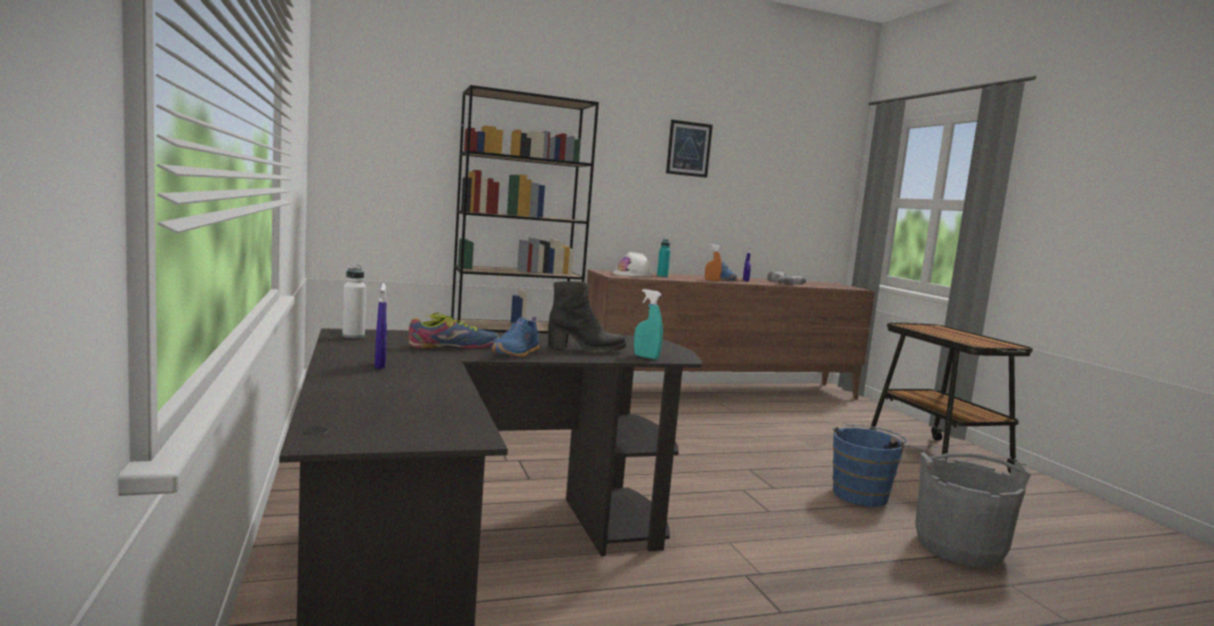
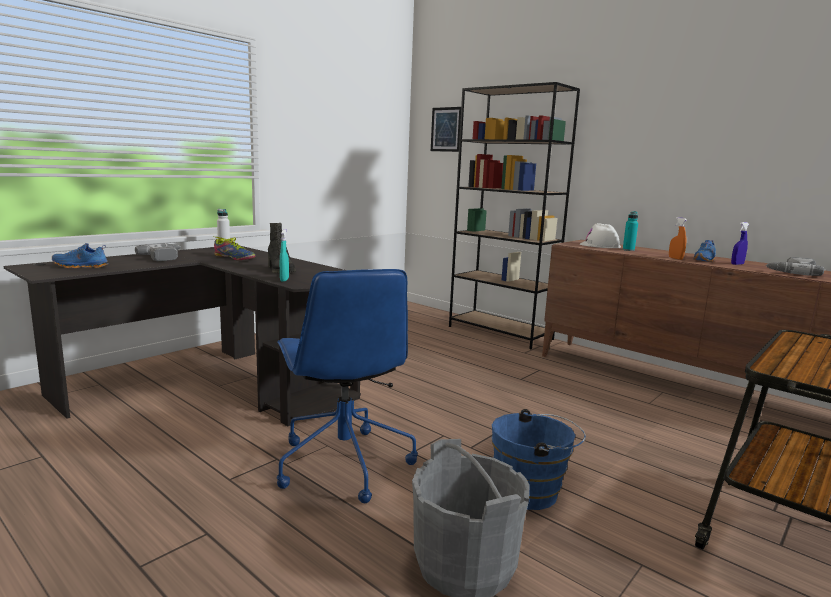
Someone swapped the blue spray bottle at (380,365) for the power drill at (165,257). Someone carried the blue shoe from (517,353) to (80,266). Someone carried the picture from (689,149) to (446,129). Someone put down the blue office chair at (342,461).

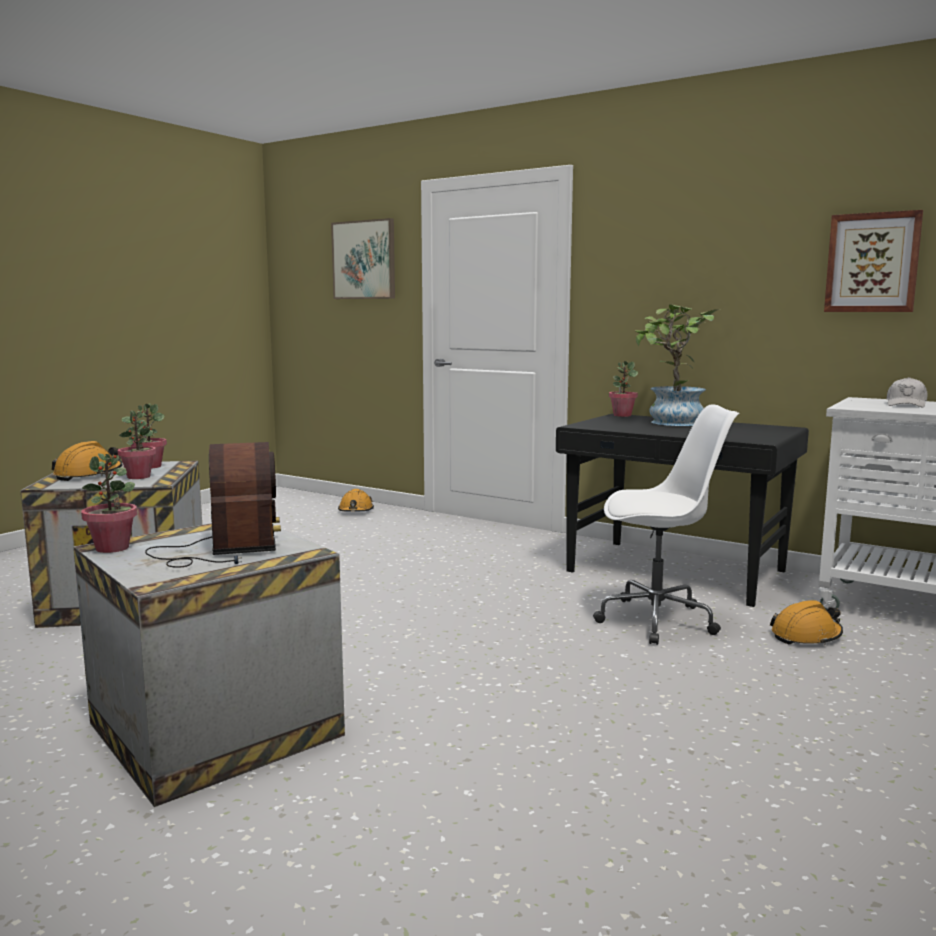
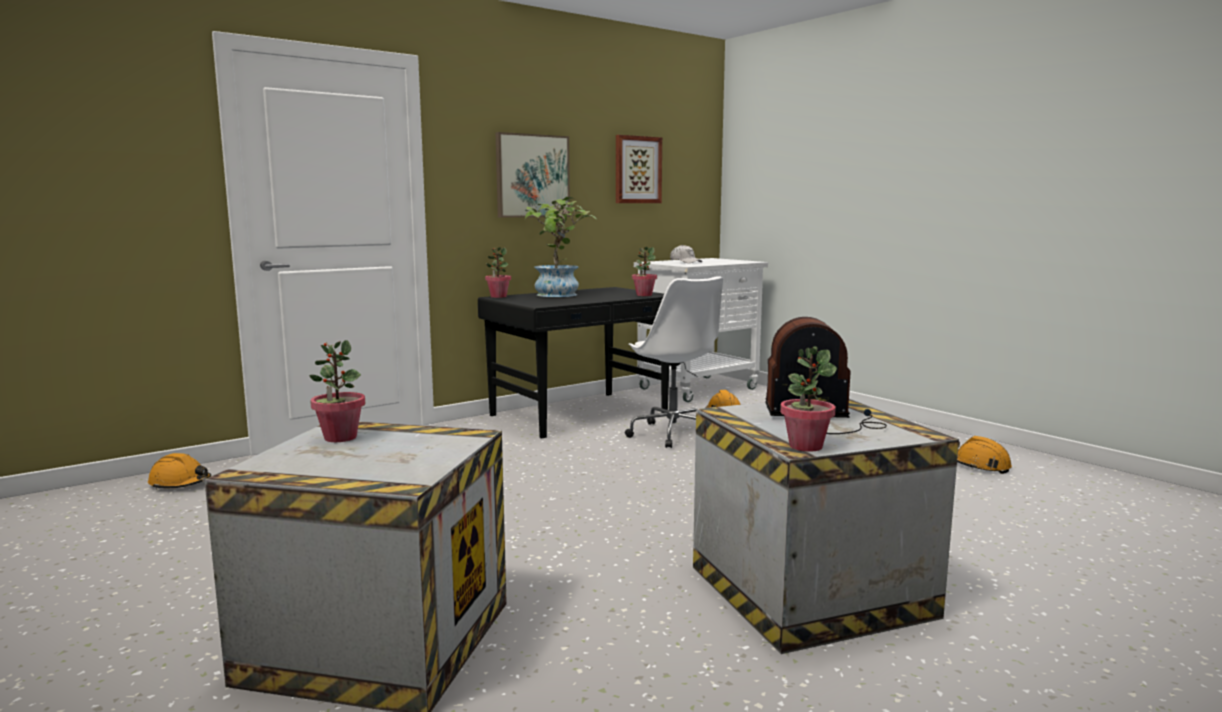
Someone carried the orange hard hat from (89,474) to (979,465). Someone carried the potted plant from (139,477) to (644,295). Someone carried the picture from (364,260) to (532,176). Someone rotated the white office chair at (659,621) by 135 degrees clockwise.

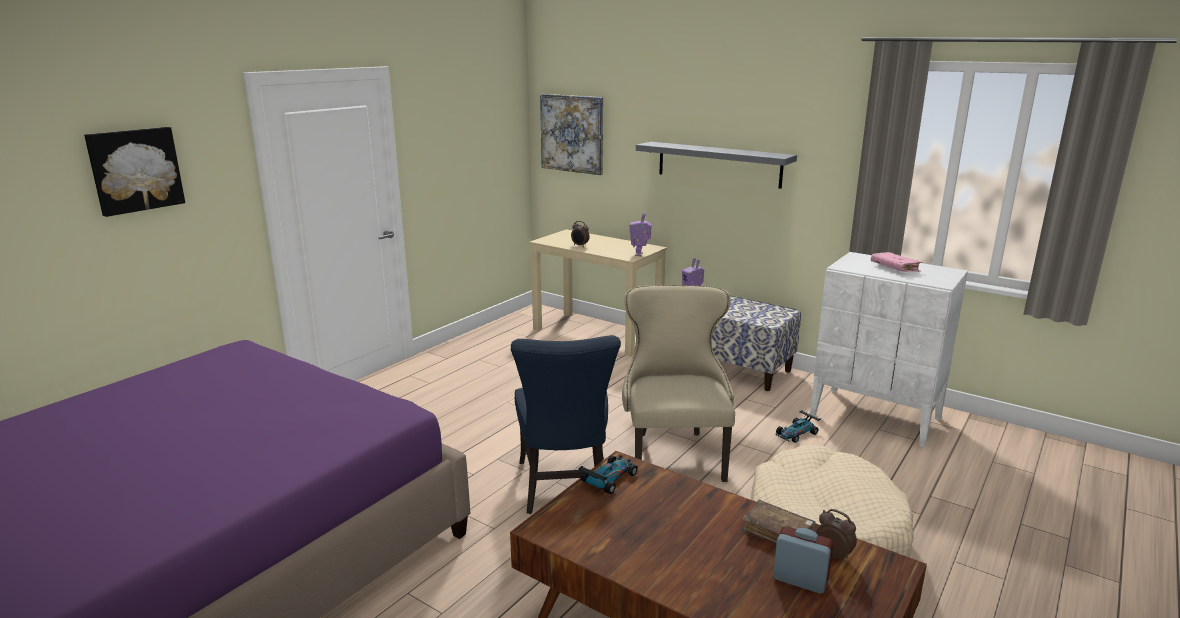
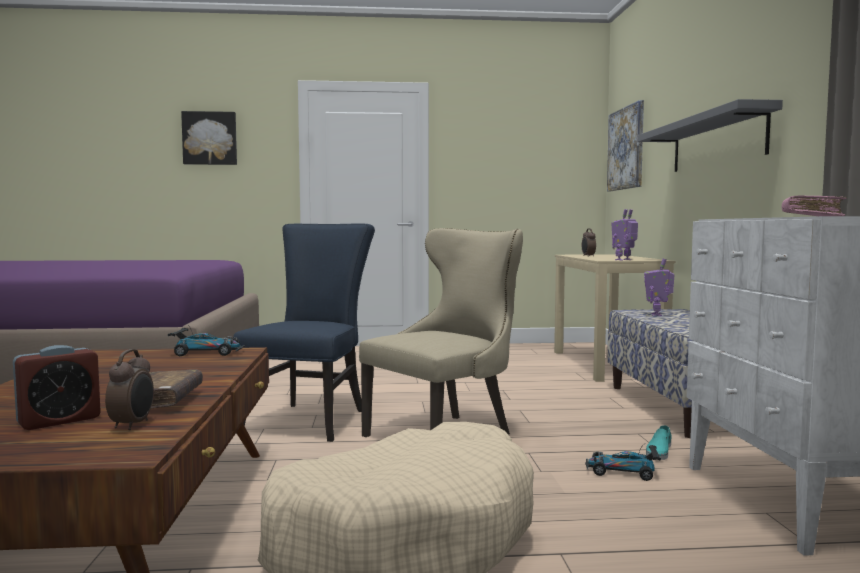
Someone rotated the blue chair at (564,488) by 150 degrees clockwise. Someone rotated the alarm clock at (800,580) by 60 degrees clockwise. Someone put down the turquoise shoe at (659,451).

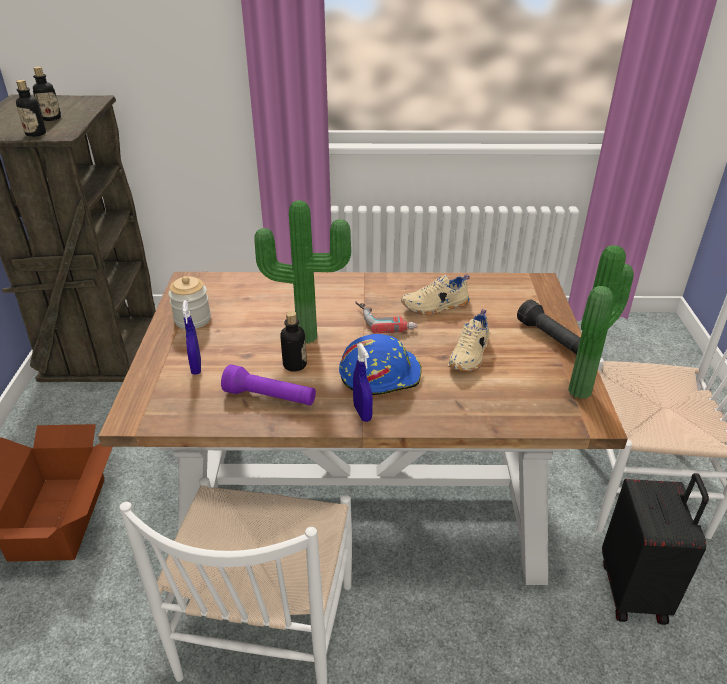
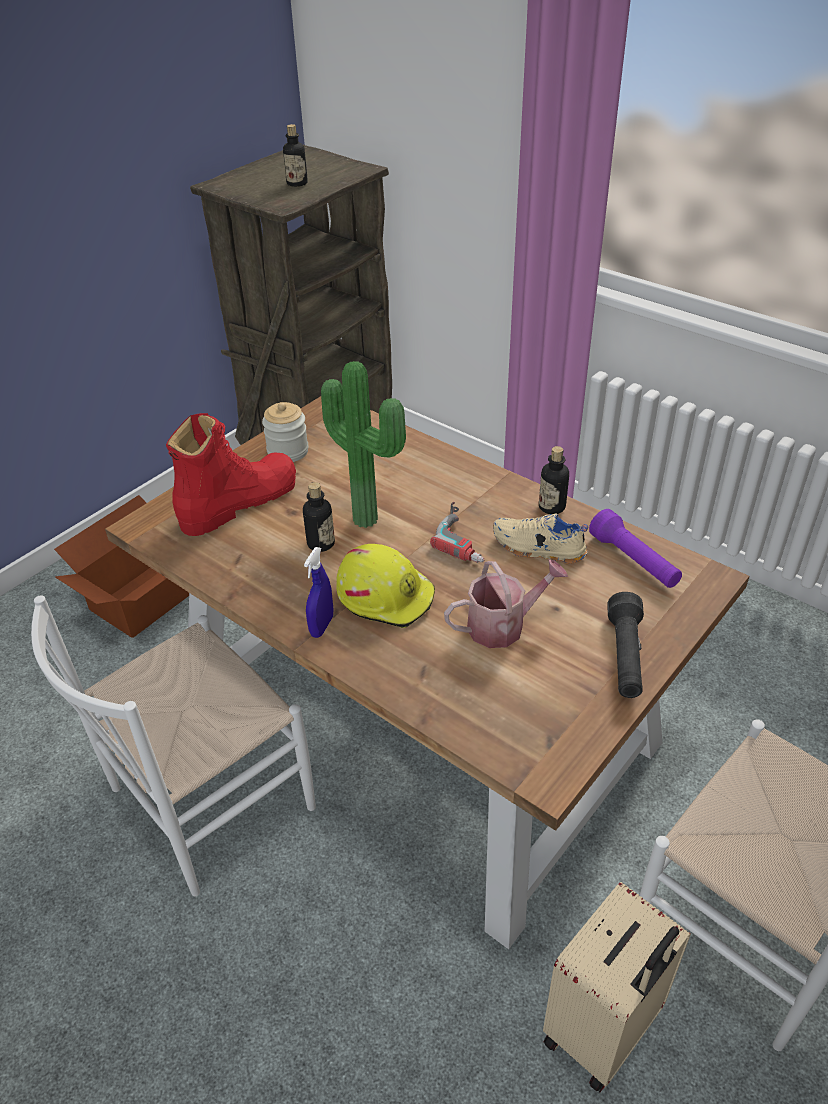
Someone carried the bottle from (36,134) to (552,507). Someone swapped the blue spray bottle at (196,367) for the red boot at (238,502). Someone carried the purple flashlight from (270,397) to (634,561). Someone repainted the blue hard hat at (380,374), which became the yellow hard hat at (386,595). Someone swapped the beige shoe at (470,356) for the watering can at (503,625). Someone took away the potted plant at (584,392). Someone repainted the black suitcase at (635,591), which became the beige suitcase at (603,1030).

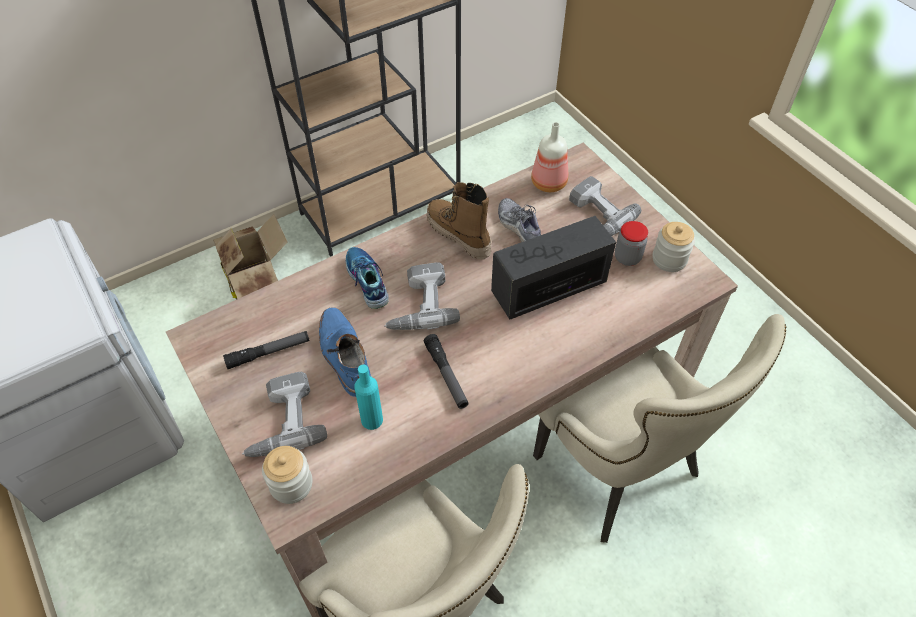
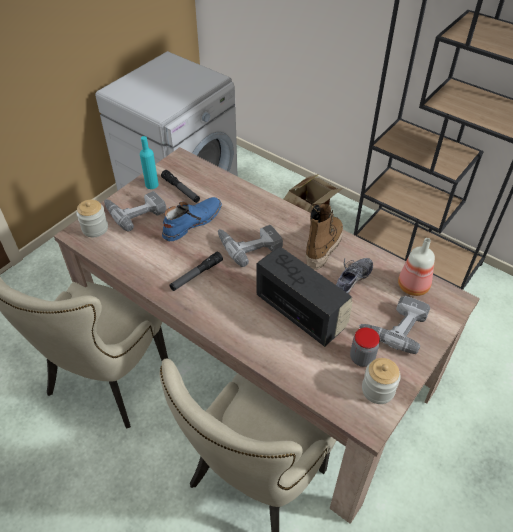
Someone took away the shoe at (366,281). Someone carried the turquoise bottle from (372,420) to (152,185).

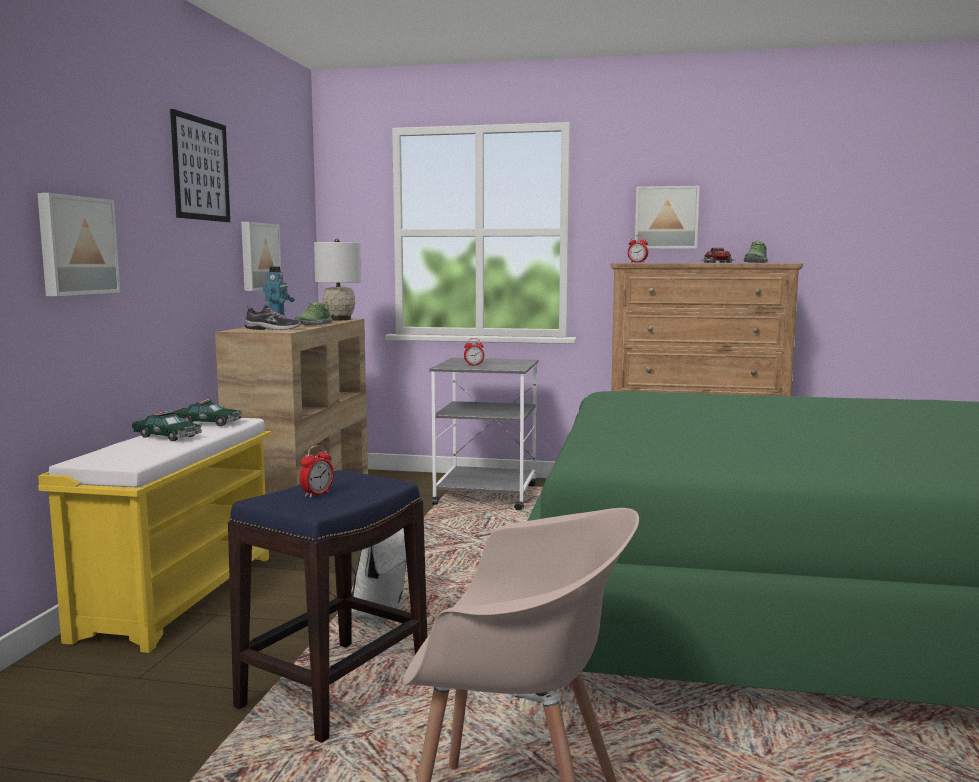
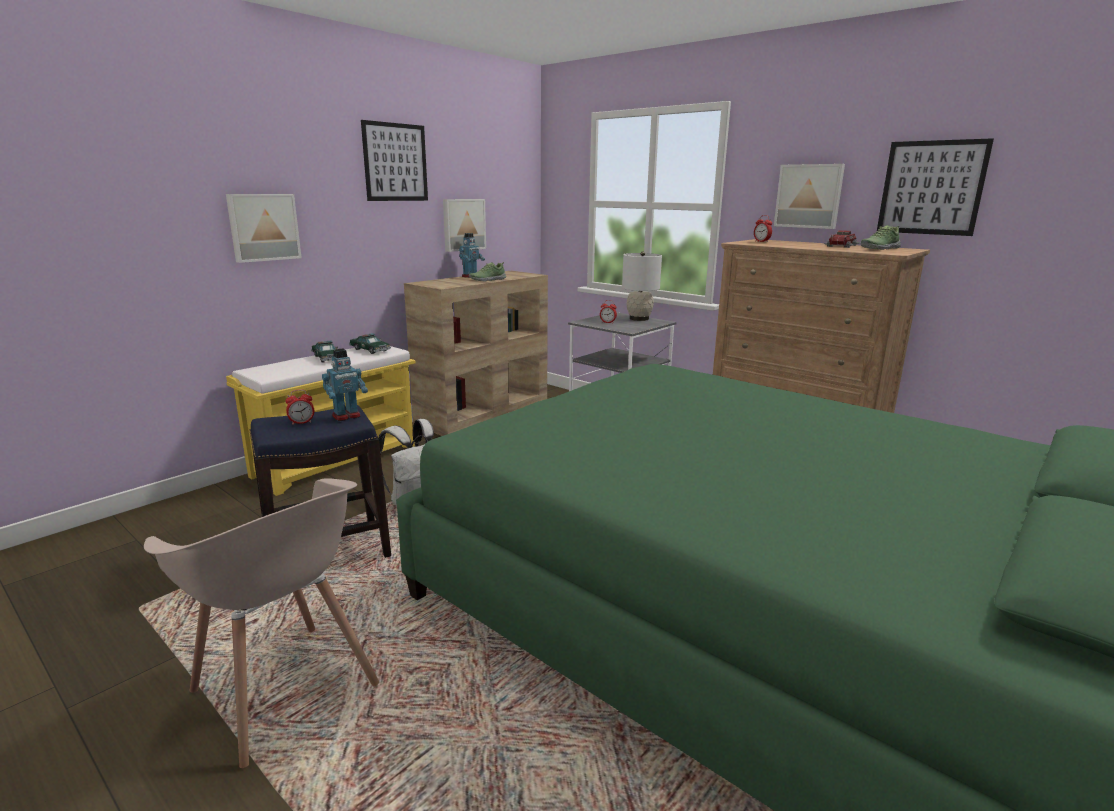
Someone took away the shoe at (272,329). Someone carried the white table lamp from (339,319) to (639,319). Someone put down the toy robot at (347,416). Someone put up the picture at (931,188).

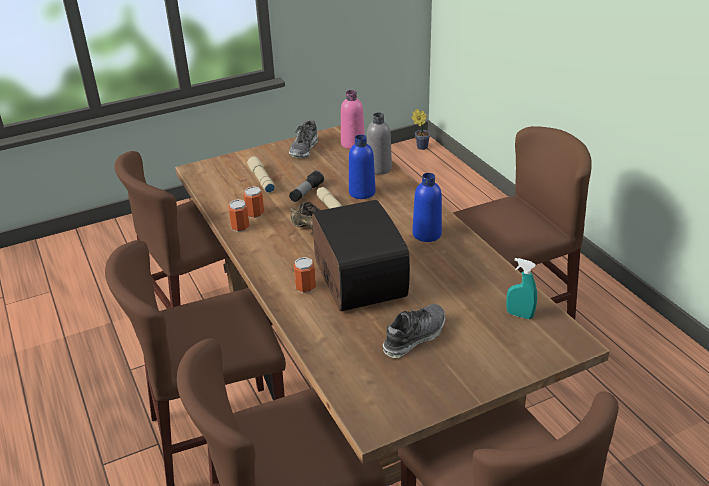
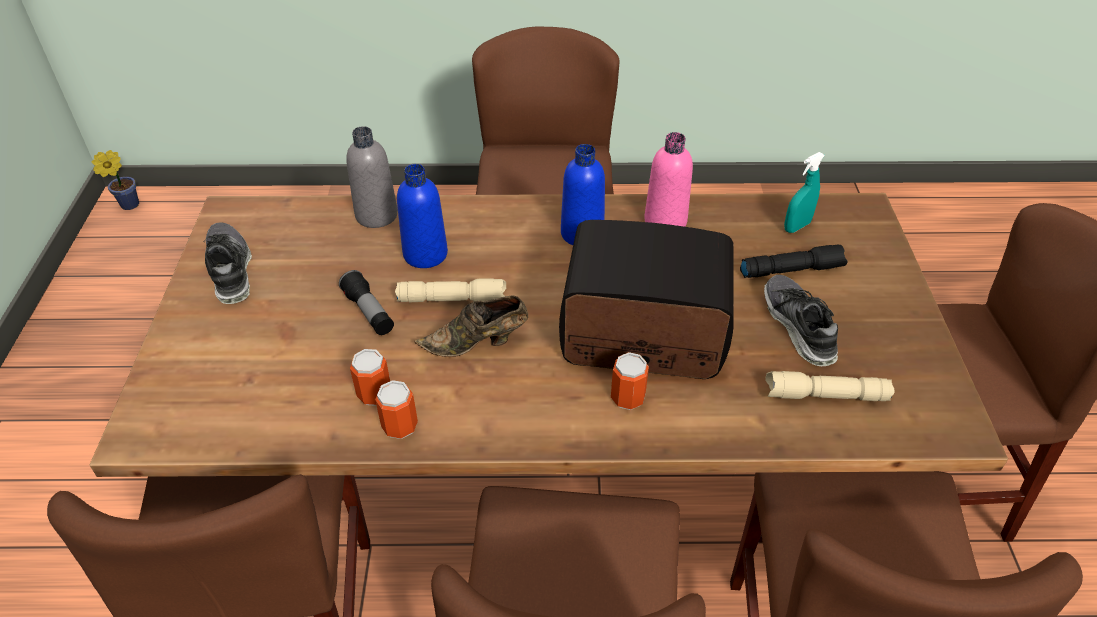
Someone carried the beige flashlight from (261,180) to (824,396). Someone rotated the shoe at (304,149) by 150 degrees counterclockwise. Someone carried the pink bottle from (353,144) to (665,221). Someone put down the black flashlight at (791,269).

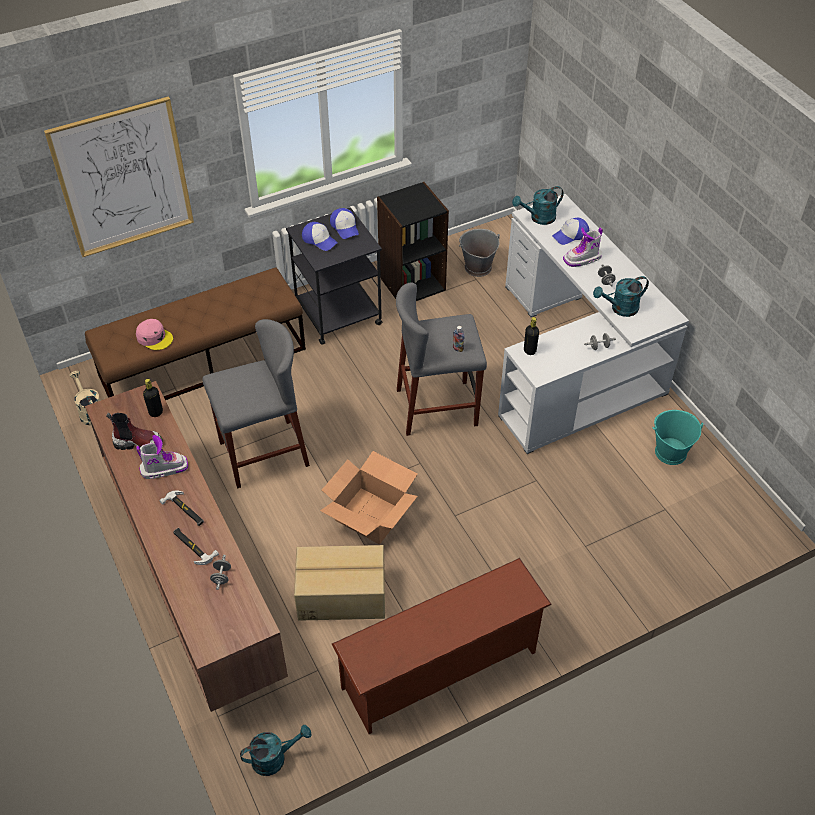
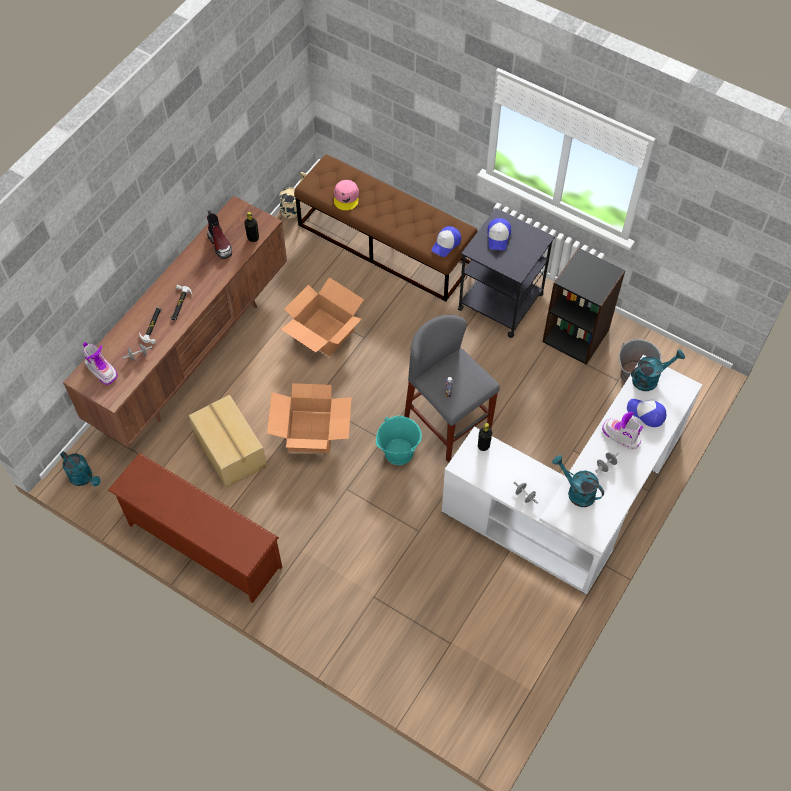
Someone took away the picture at (123,178). Someone carried the boot from (164,468) to (101,370). Someone swapped the grey stool at (263,454) for the cardboard box at (324,332). Someone carried the cap from (345,227) to (446,244). Someone rotated the turquoise watering can at (538,218) by 120 degrees clockwise. Someone carried the turquoise bucket from (670,452) to (398,452).

